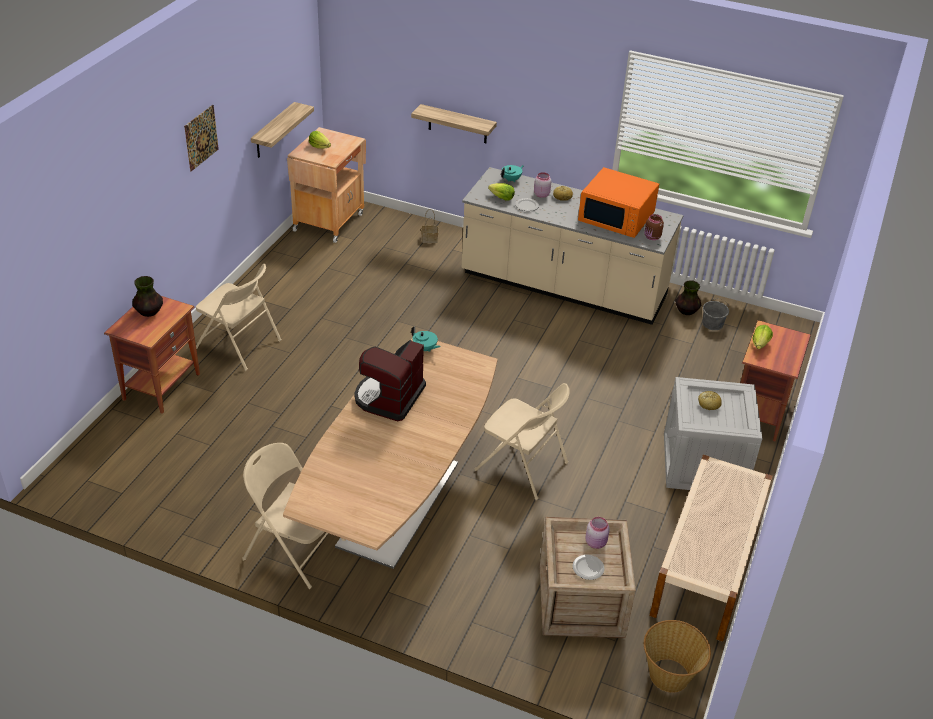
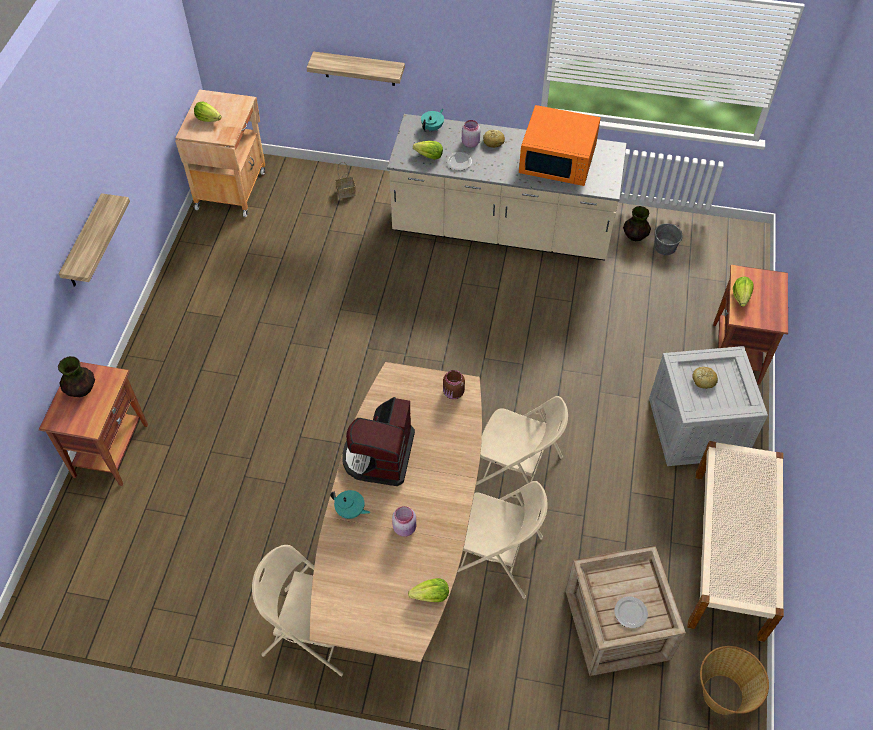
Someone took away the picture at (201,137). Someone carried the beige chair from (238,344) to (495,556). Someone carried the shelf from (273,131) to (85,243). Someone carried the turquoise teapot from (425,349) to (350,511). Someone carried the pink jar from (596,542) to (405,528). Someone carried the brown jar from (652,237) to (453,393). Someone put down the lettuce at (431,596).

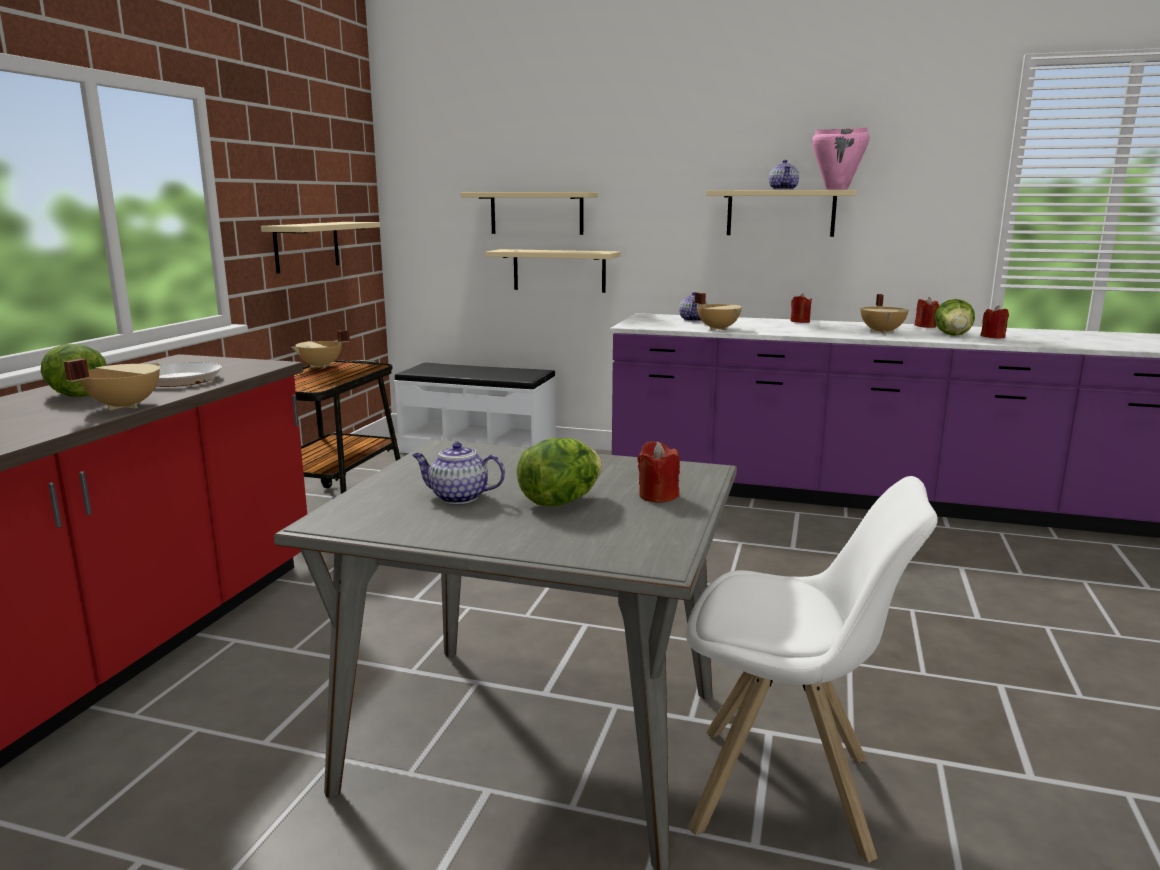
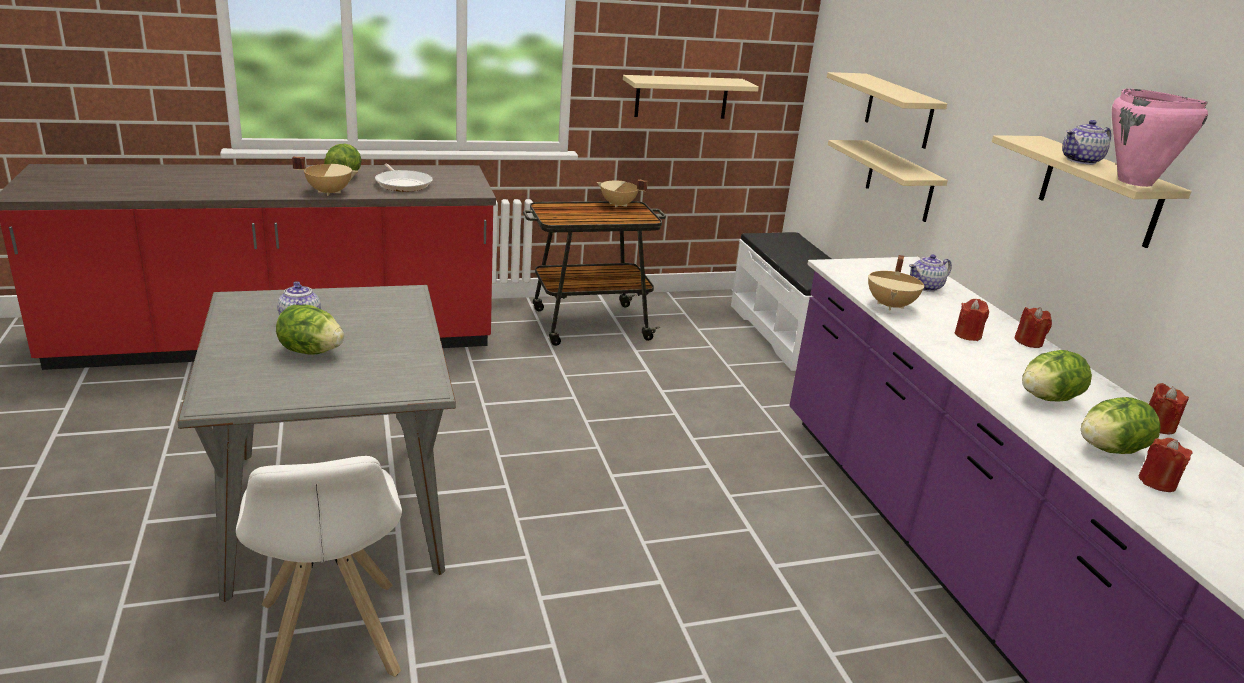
Someone carried the red candle from (658,496) to (967,335). Someone swapped the beige cooking pot at (882,332) for the lettuce at (1048,398).

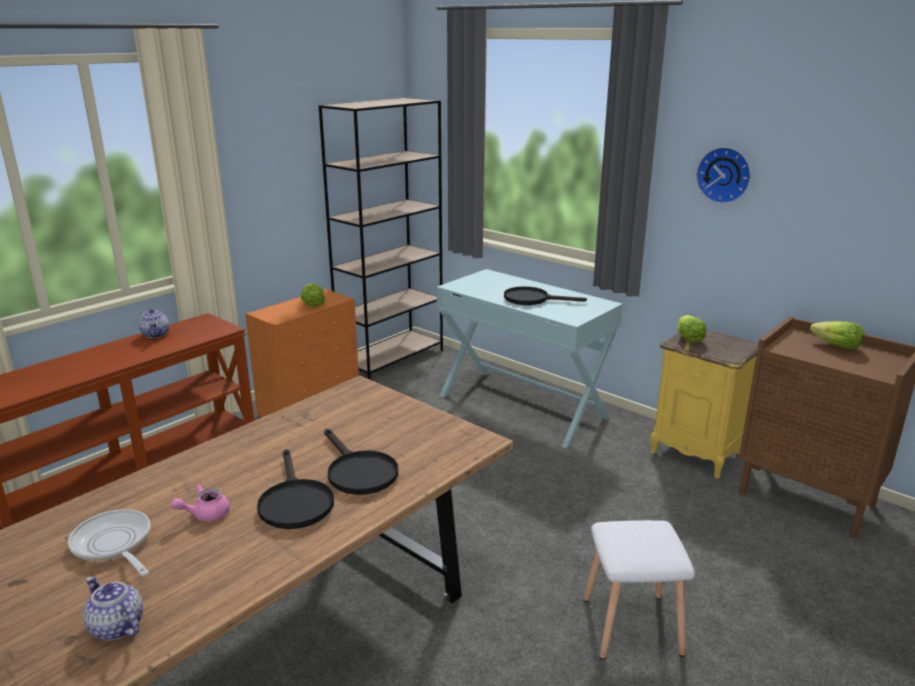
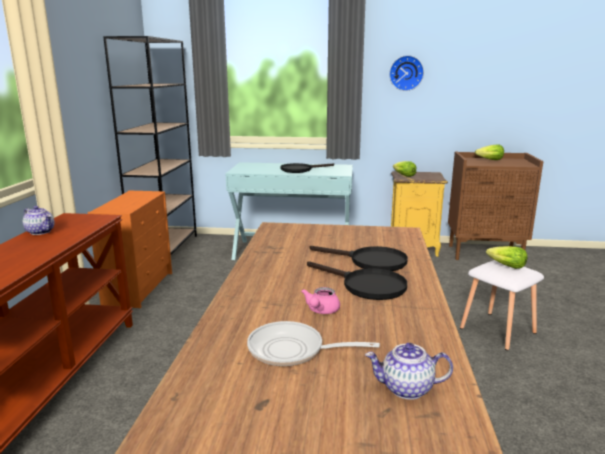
Someone carried the lettuce from (312,303) to (506,266).

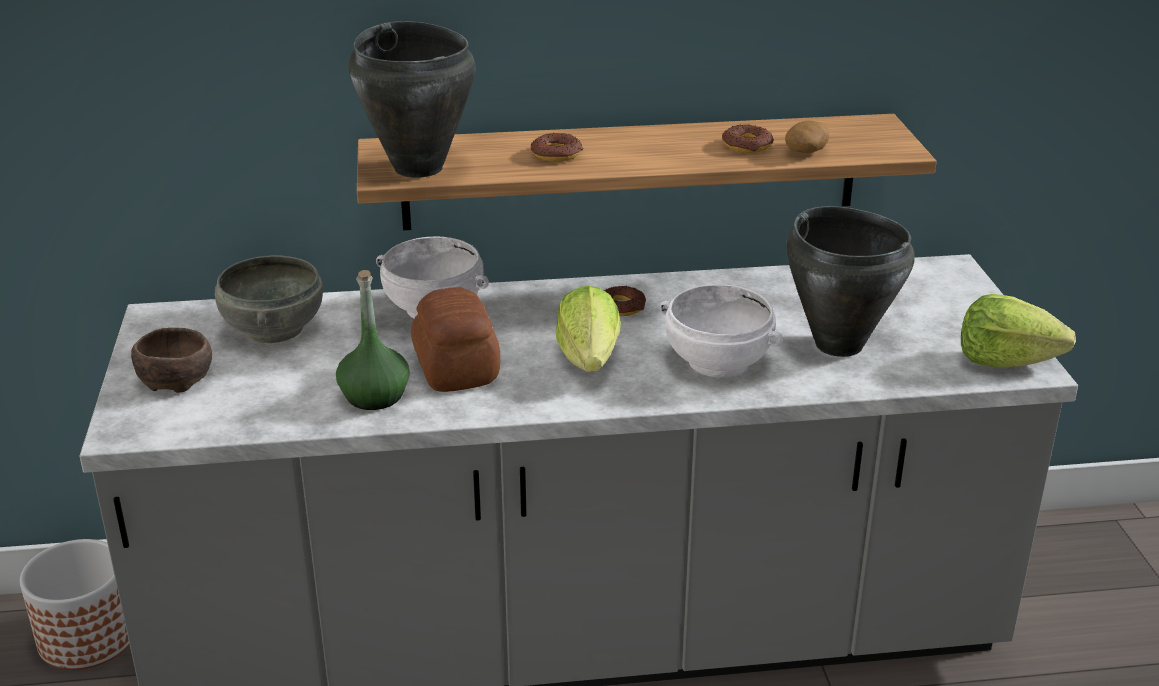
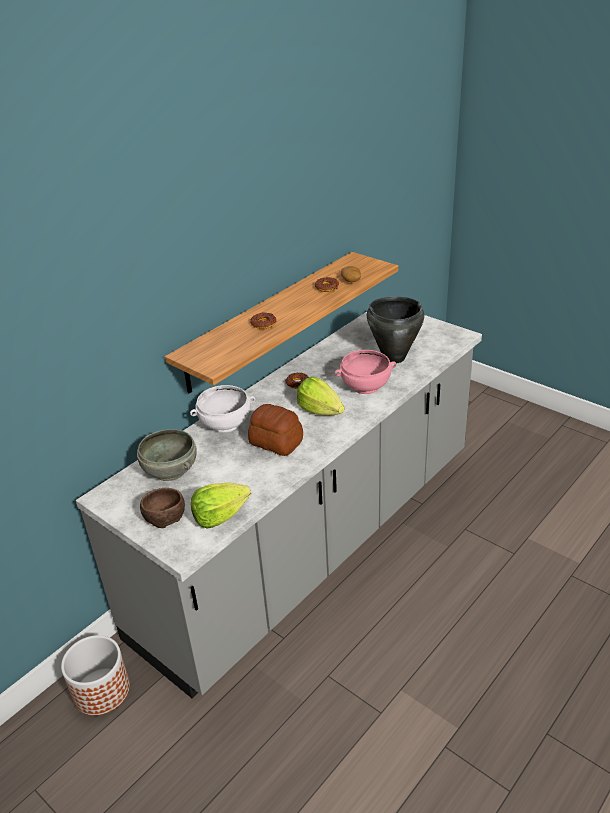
Someone took away the green bottle at (374,396). Someone took away the black cooking pot at (419,167). Someone repainted the white bowl at (719,361), which became the pink bowl at (365,386). Someone carried the lettuce from (1005,361) to (220,516).

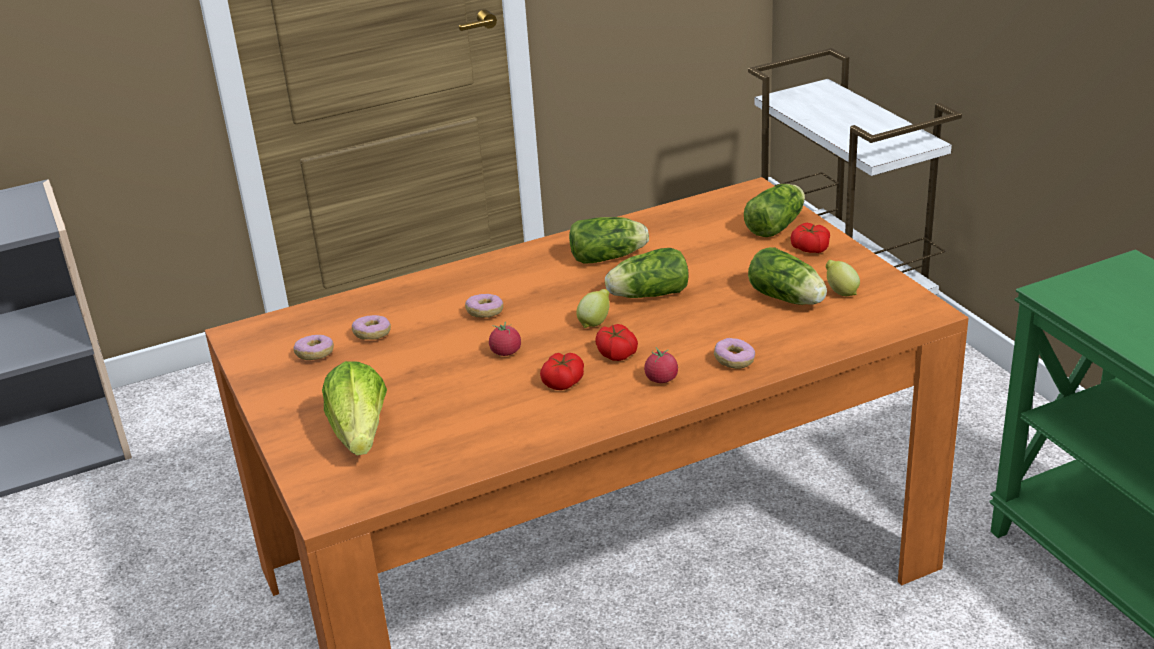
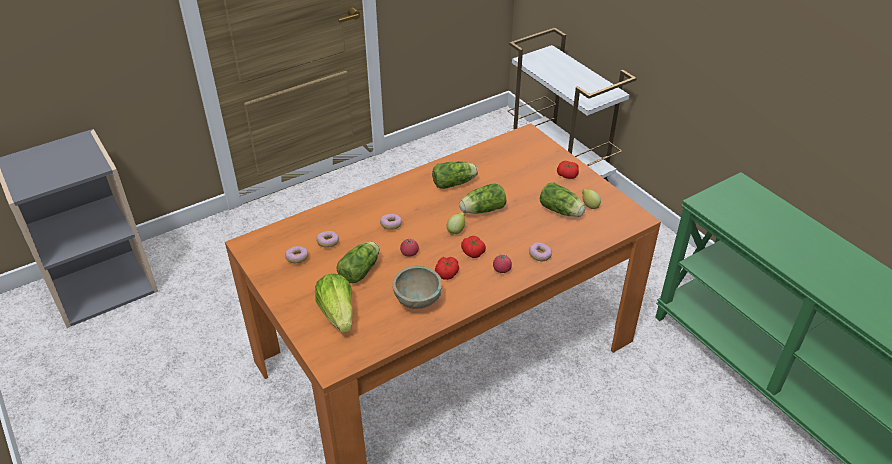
Someone carried the lettuce from (777,225) to (361,270). Someone put down the beige bowl at (417,301).

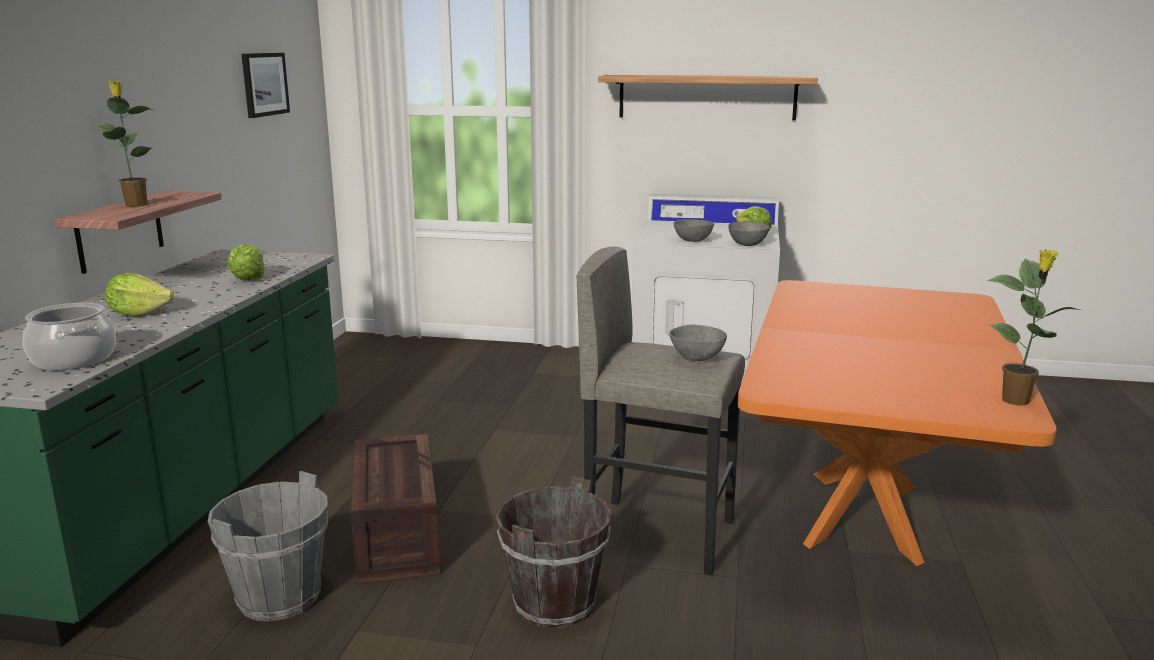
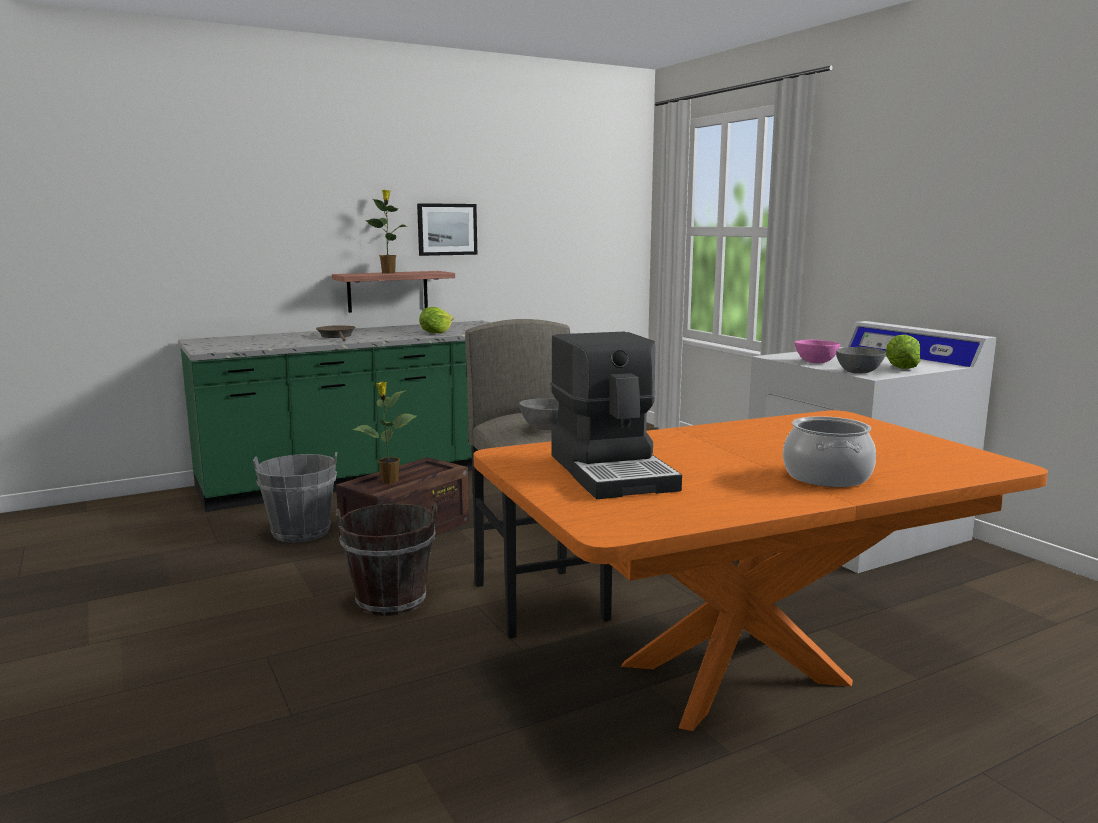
Someone carried the cooking pot from (74,359) to (827,477). Someone swapped the lettuce at (139,313) for the brown frying pan at (337,336). Someone carried the picture from (264,84) to (447,229). Someone took away the shelf at (707,97). Someone repainted the grey bowl at (693,241), which became the pink bowl at (815,362). Someone carried the potted plant from (1017,401) to (389,481). Someone put down the coffee machine at (613,472).

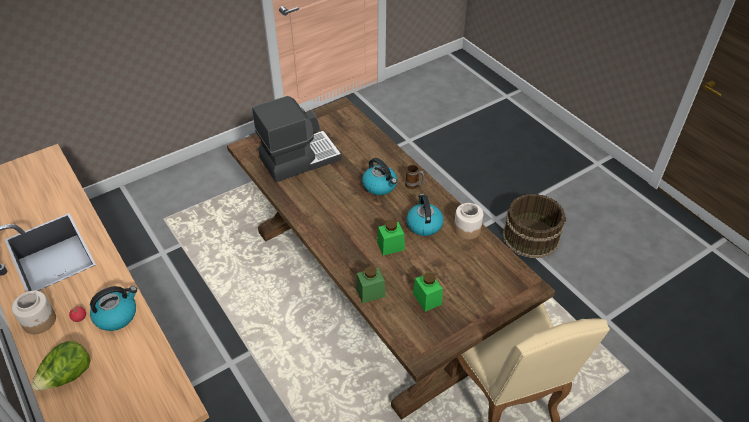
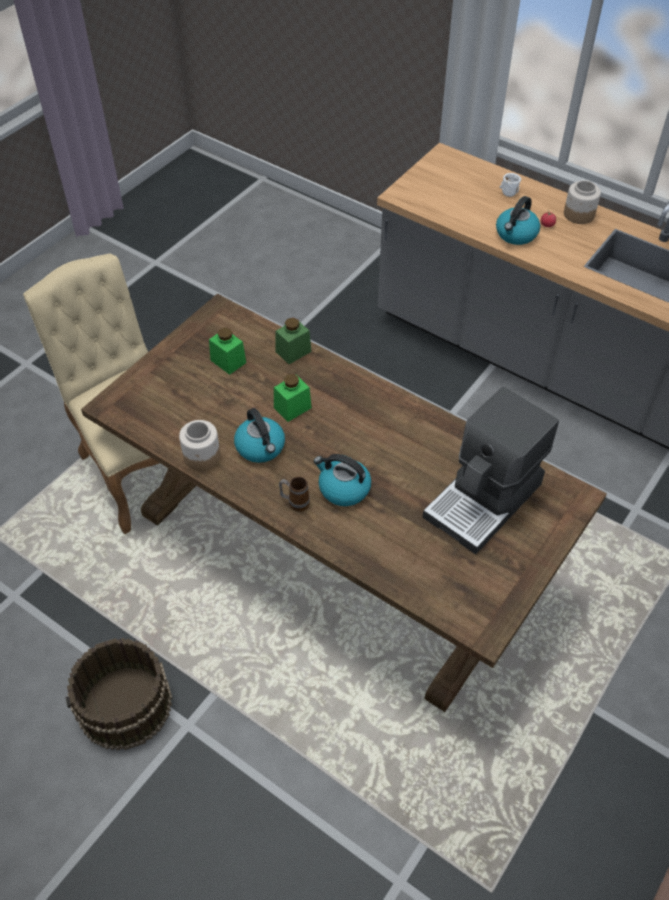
Someone swapped the lettuce at (68,376) for the white mug at (509,190).

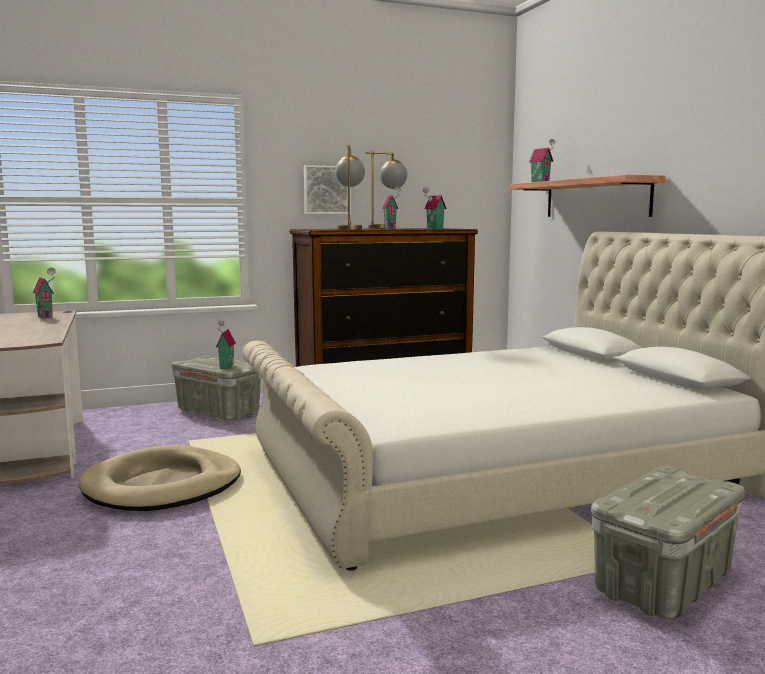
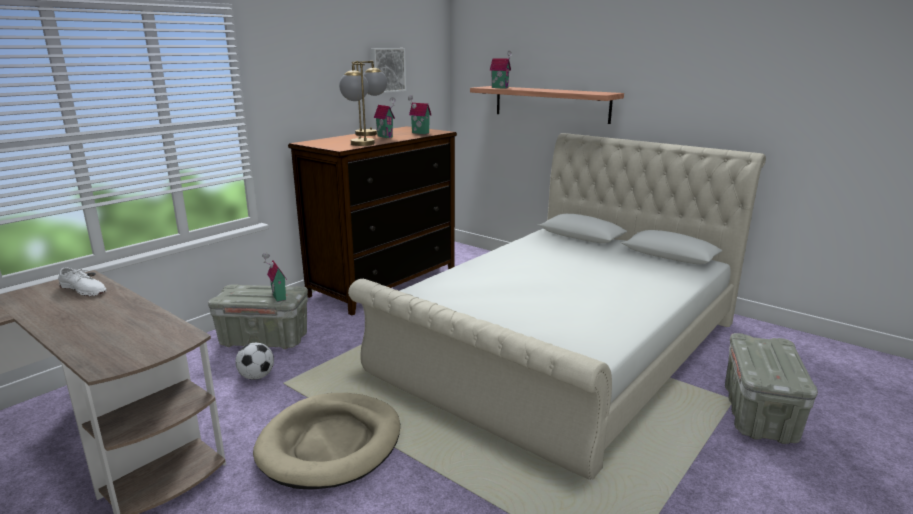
Someone swapped the toy house at (47,316) for the white shoe at (84,289). Someone carried the picture from (327,190) to (387,70). Someone put down the football at (256,376).

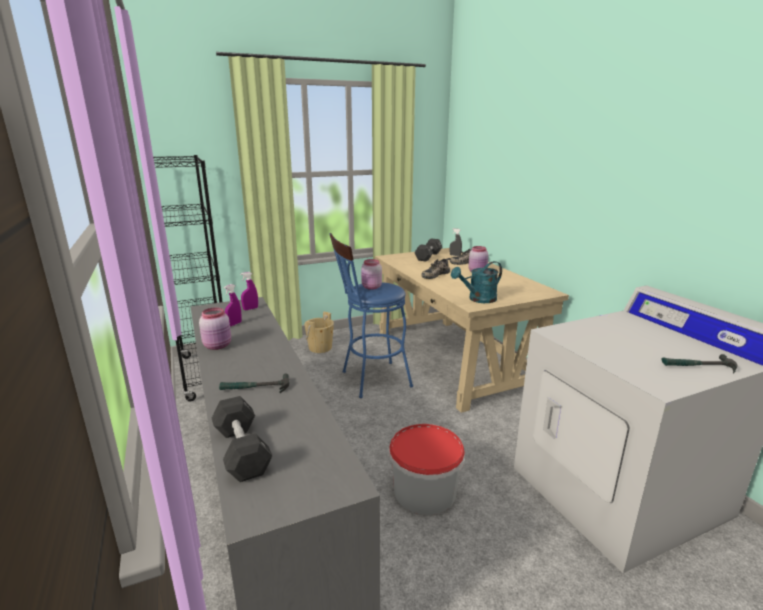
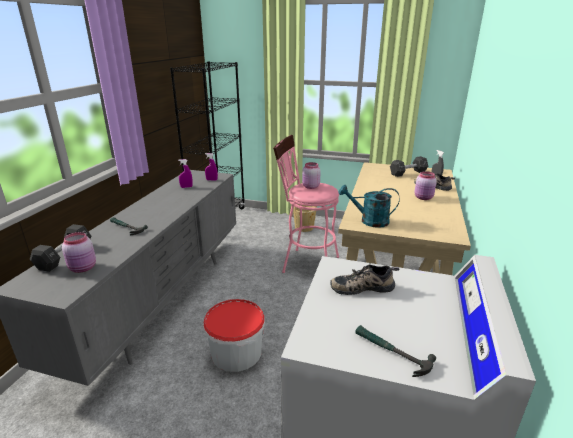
Someone carried the pink jar from (218,346) to (83,268). Someone repainted the blue stool at (370,380), which became the pink stool at (306,263). Someone carried the shoe from (435,274) to (362,286).

